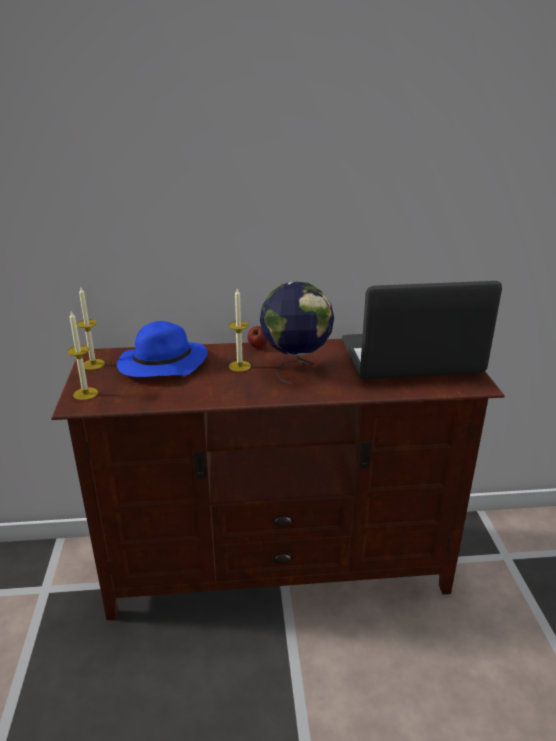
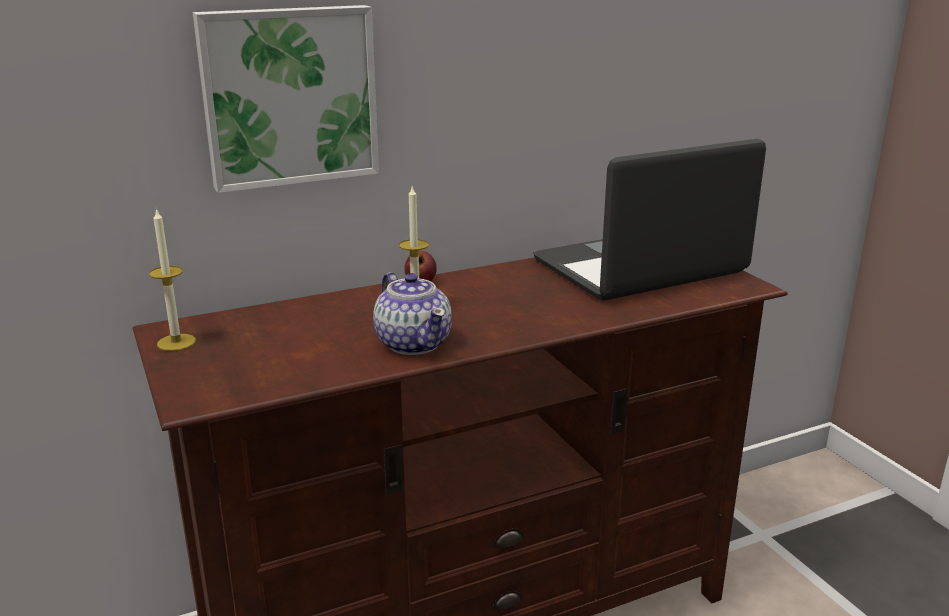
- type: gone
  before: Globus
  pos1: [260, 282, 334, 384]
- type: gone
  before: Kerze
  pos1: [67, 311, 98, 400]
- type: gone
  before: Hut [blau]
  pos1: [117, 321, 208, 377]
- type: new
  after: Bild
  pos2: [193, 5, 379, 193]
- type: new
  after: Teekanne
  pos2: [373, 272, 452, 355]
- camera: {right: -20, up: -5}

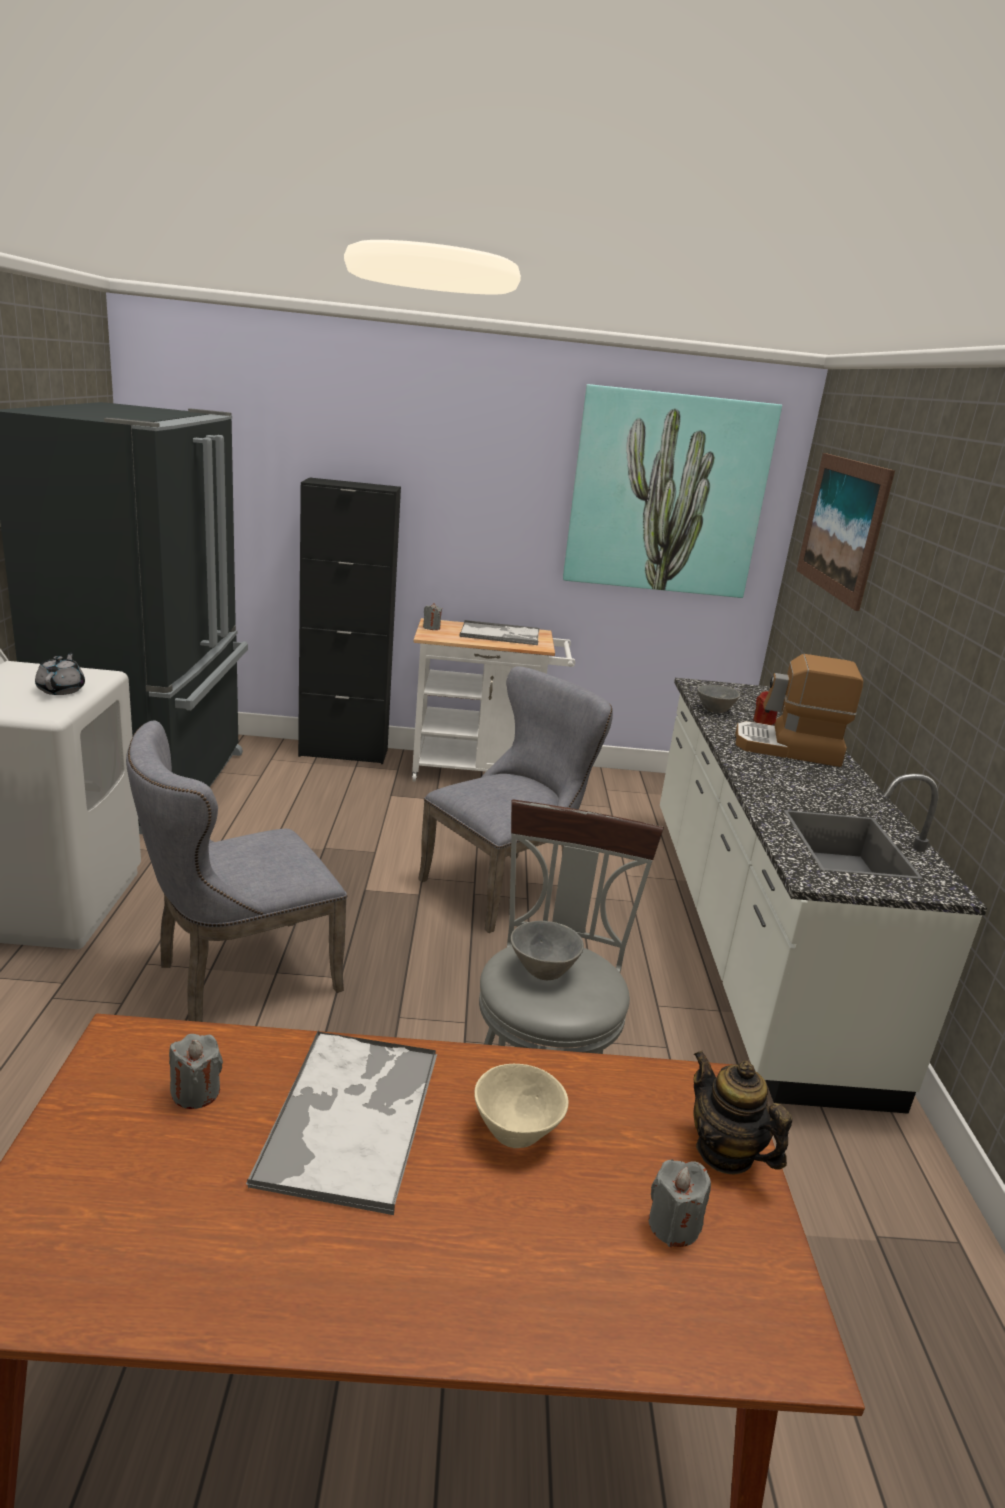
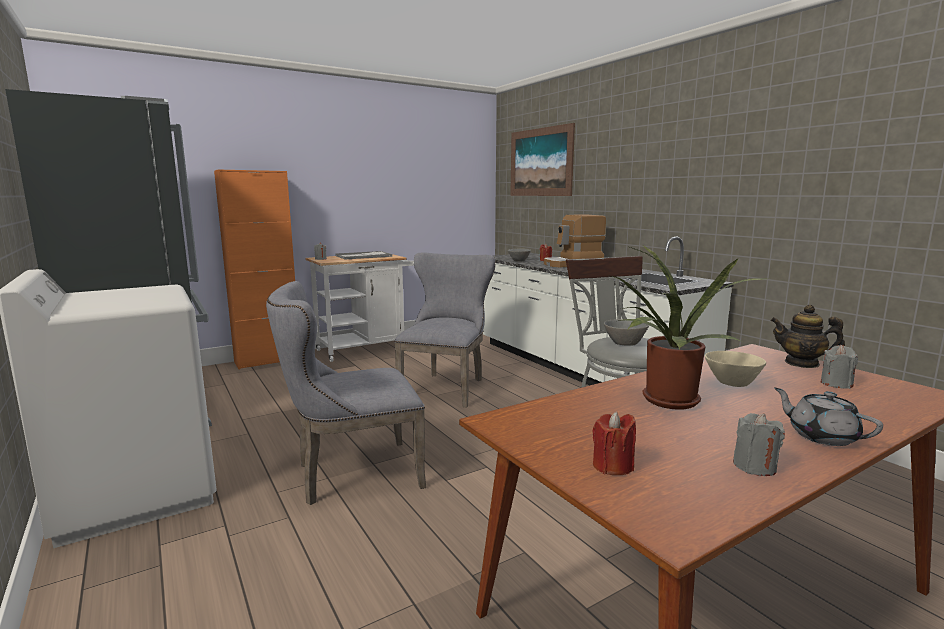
- type: gone
  before: Bild
  pos1: [563, 384, 782, 598]
- type: repainted
  before: Schrank [schwarz]
  after: Schrank [orange]
  pos1: [298, 477, 401, 764]
  pos2: [214, 169, 295, 370]
- type: shifted
  before: Teekanne [grau]
  pos1: [35, 653, 85, 695]
  pos2: [774, 387, 883, 446]
- type: rotated
  before: Stuhl [grau]
  pos1: [126, 721, 347, 1022]
  pos2: [266, 281, 426, 505]
  turn: 45
- type: swapped
  before: Tablett
  after: Topfpflanze
  pos1: [246, 1030, 437, 1215]
  pos2: [608, 244, 763, 410]
- type: shifted
  before: Kerze [grau]
  pos1: [169, 1034, 223, 1109]
  pos2: [733, 413, 785, 476]
- type: new
  after: Kerze [rot]
  pos2: [592, 411, 636, 475]
- camera: {right: -30, up: -10}

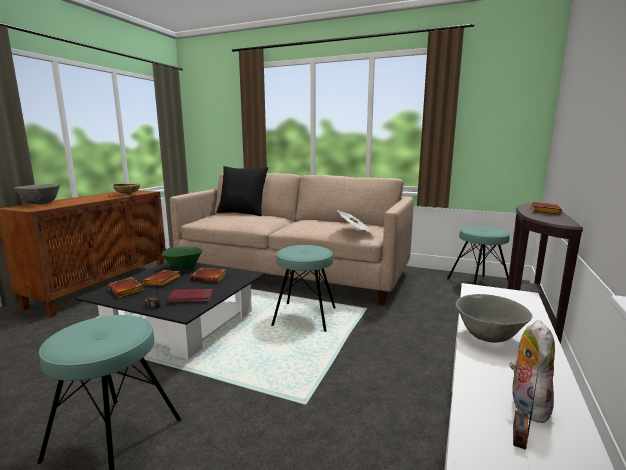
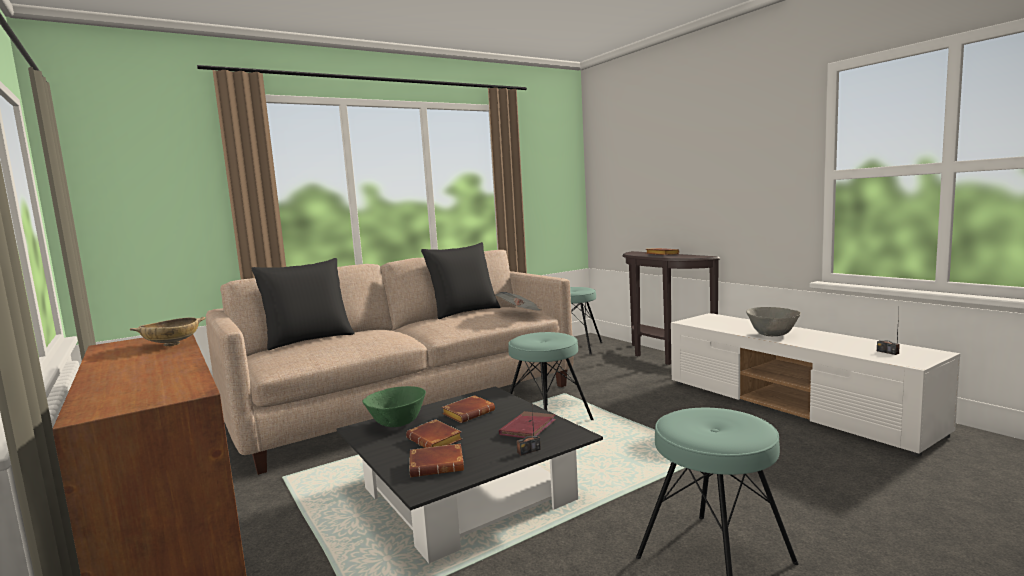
- type: gone
  before: Schüssel [grau]
  pos1: [14, 184, 60, 204]
- type: gone
  before: Plüschtier
  pos1: [509, 320, 555, 423]
- type: new
  after: Kissen [schwarz]
  pos2: [421, 242, 500, 319]
- camera: {right: -55, up: -5}

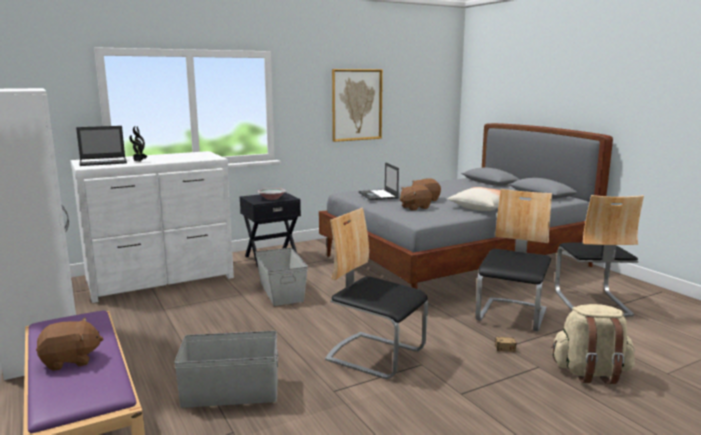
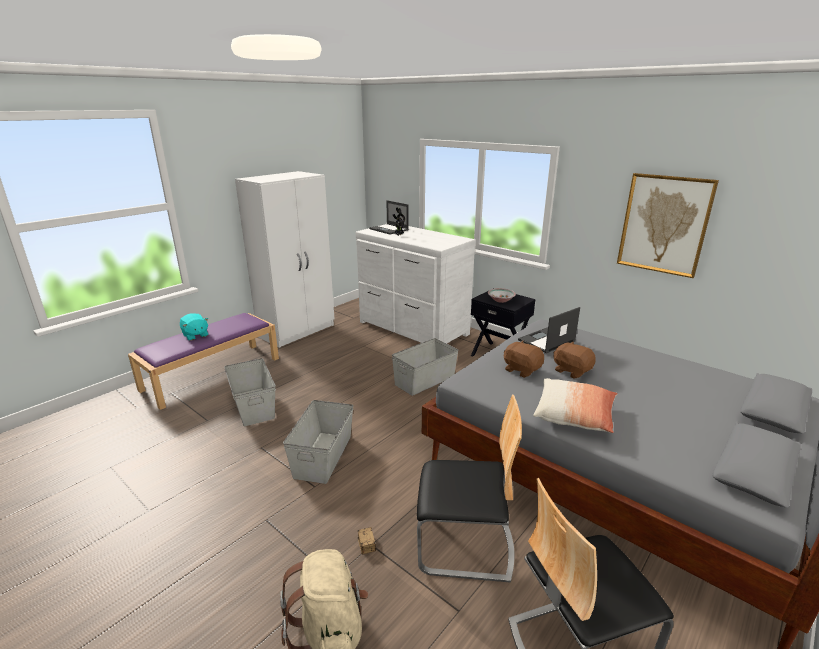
- type: swapped
  before: Stuhl
  after: Aufbewahrungsbox [grau]
  pos1: [325, 208, 428, 379]
  pos2: [283, 400, 354, 484]
- type: repainted
  before: Plüschtier [braun]
  after: Plüschtier [türkis]
  pos1: [36, 318, 104, 371]
  pos2: [180, 313, 208, 341]
- camera: {right: 70, up: 10}

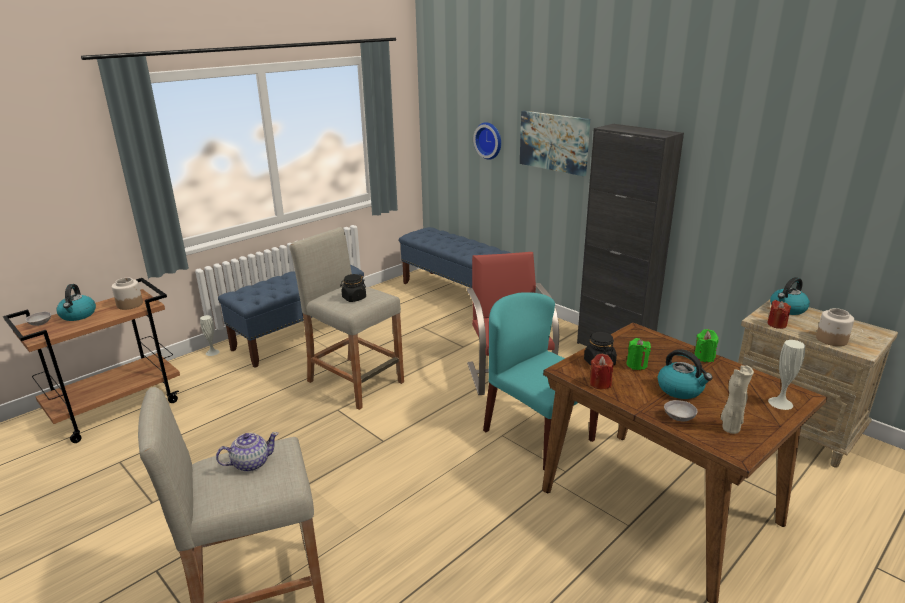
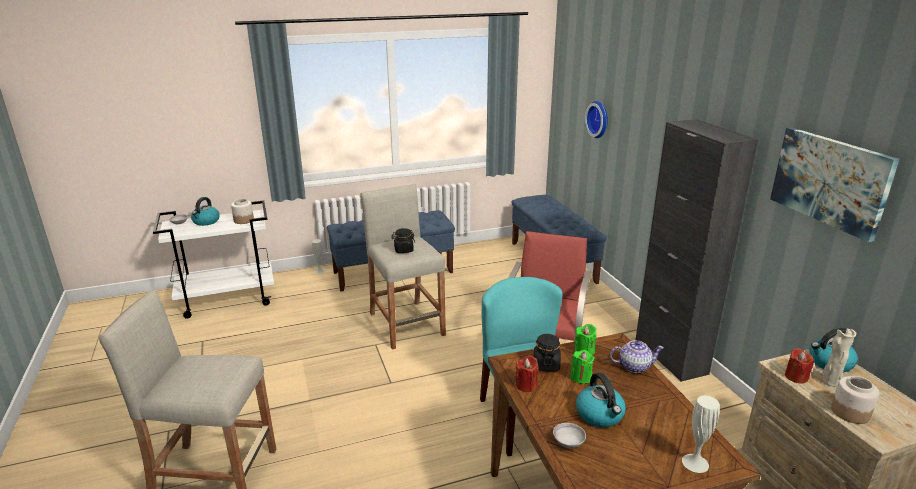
- type: shifted
  before: Bild
  pos1: [520, 111, 590, 176]
  pos2: [770, 127, 900, 242]
- type: repainted
  before: Rollwagen [braun]
  after: Rollwagen [weiß]
  pos1: [3, 278, 180, 443]
  pos2: [153, 200, 274, 319]
- type: shifted
  before: Kerze [grün]
  pos1: [694, 329, 719, 362]
  pos2: [575, 324, 597, 356]
- type: shifted
  before: Vase [beige]
  pos1: [721, 365, 754, 434]
  pos2: [823, 329, 856, 387]
- type: shifted
  before: Teekanne
  pos1: [216, 432, 279, 472]
  pos2: [610, 340, 664, 373]
- camera: {right: 25, up: 0}

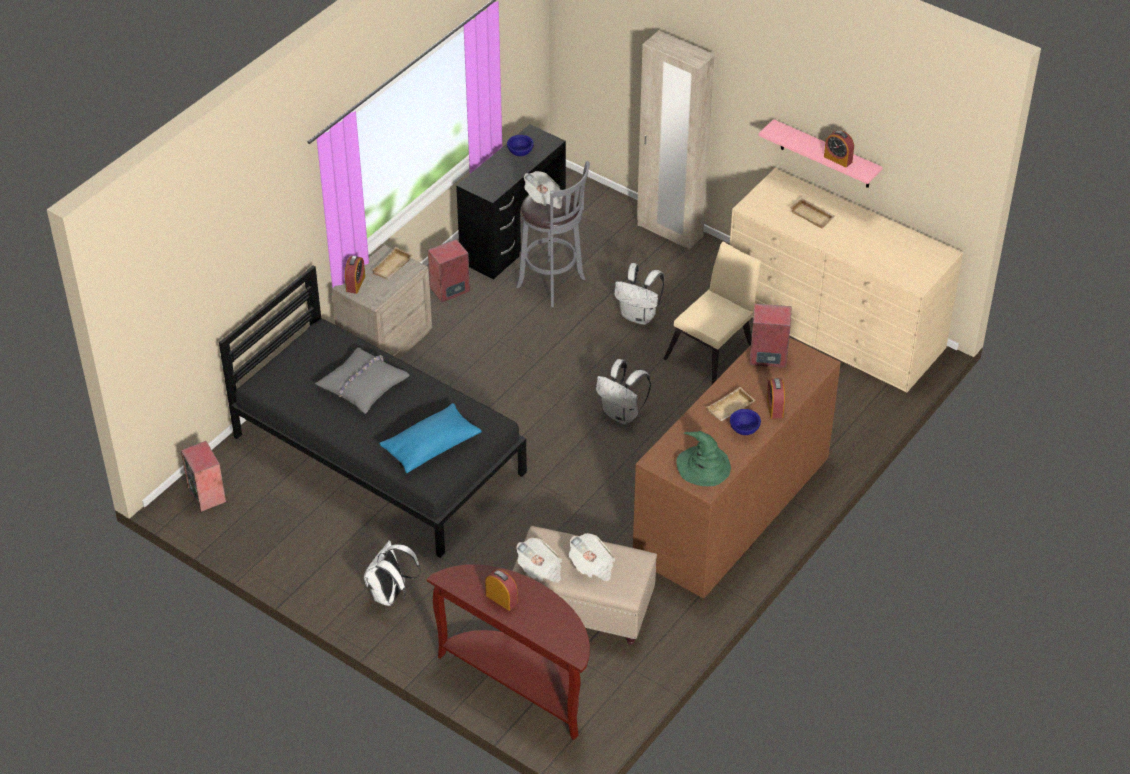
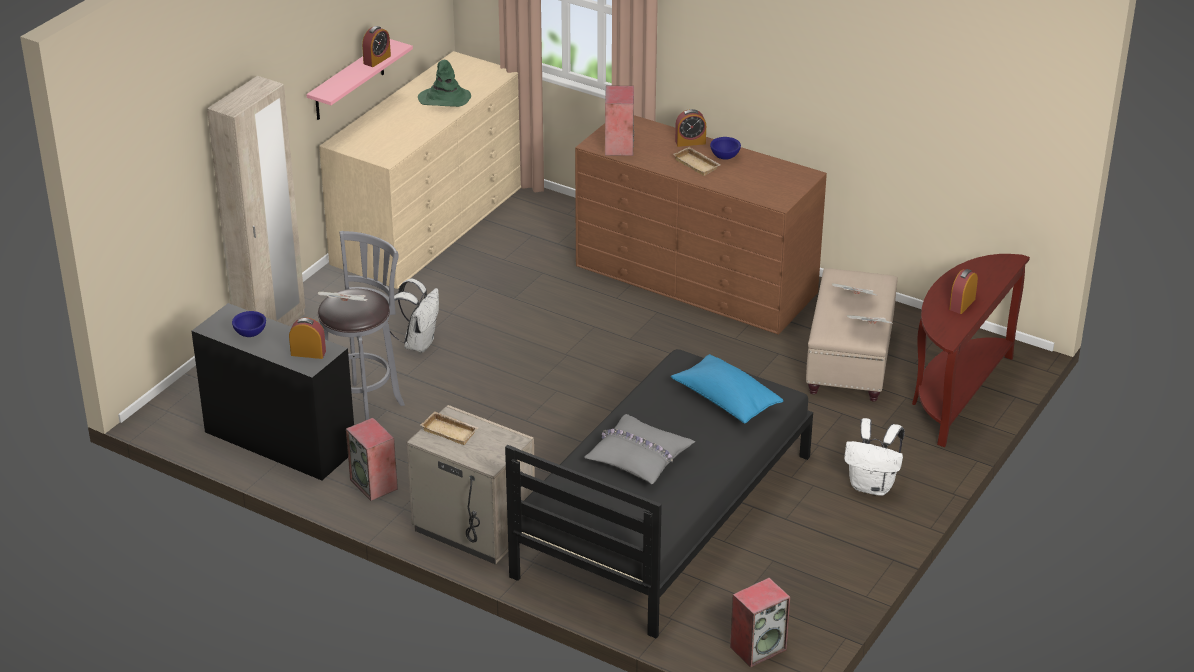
- type: gone
  before: Tablett [beige]
  pos1: [790, 198, 835, 229]
- type: gone
  before: Stuhl [beige]
  pos1: [664, 242, 761, 384]
- type: shifted
  before: Wecker
  pos1: [345, 256, 365, 294]
  pos2: [289, 318, 326, 359]
- type: gone
  before: Rucksack [weiß]
  pos1: [596, 359, 651, 424]
- type: shifted
  before: Hut [grün]
  pos1: [676, 431, 731, 486]
  pos2: [418, 60, 471, 107]
- camera: {right: -95, up: -10}

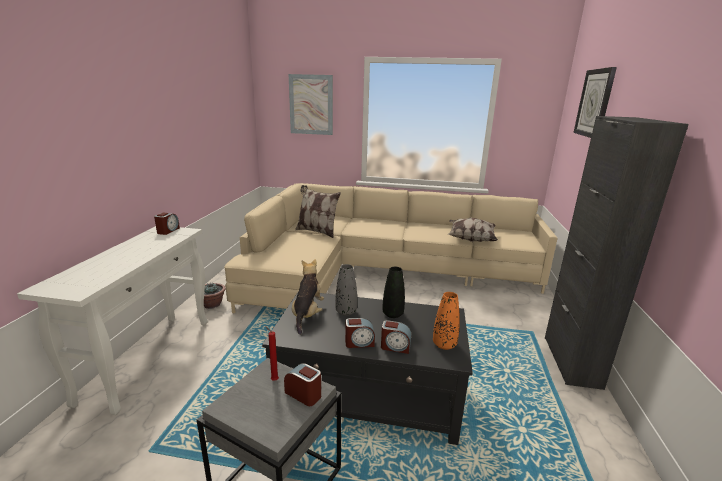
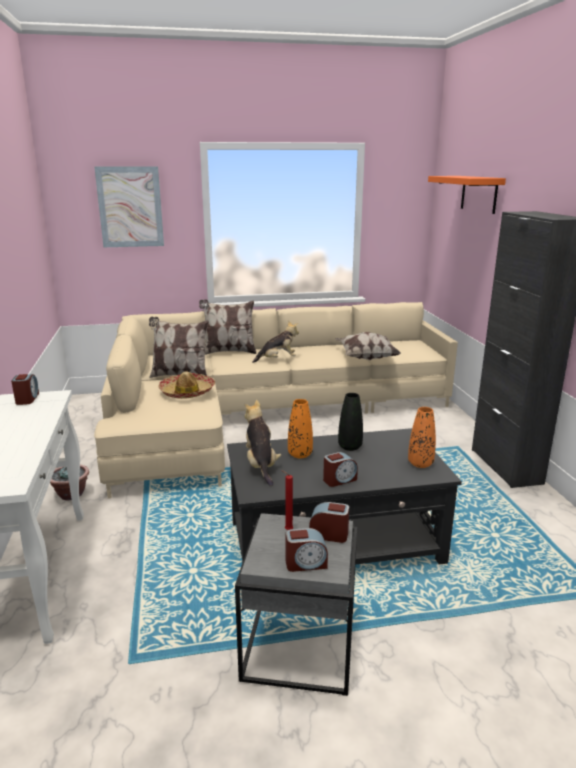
- type: swapped
  before: Wanduhr
  after: Wandregal [orange]
  pos1: [573, 67, 617, 138]
  pos2: [428, 176, 506, 214]
- type: repainted
  before: Vase [grau]
  after: Vase [orange]
  pos1: [335, 264, 357, 316]
  pos2: [288, 399, 313, 458]
- type: shifted
  before: Wecker
  pos1: [381, 320, 411, 354]
  pos2: [286, 528, 328, 572]
- type: new
  after: Kissen
  pos2: [199, 300, 257, 355]
- type: new
  after: Plüschtier
  pos2: [252, 321, 299, 363]
- type: new
  after: Hut
  pos2: [159, 372, 215, 399]
- camera: {right: -20, up: 0}

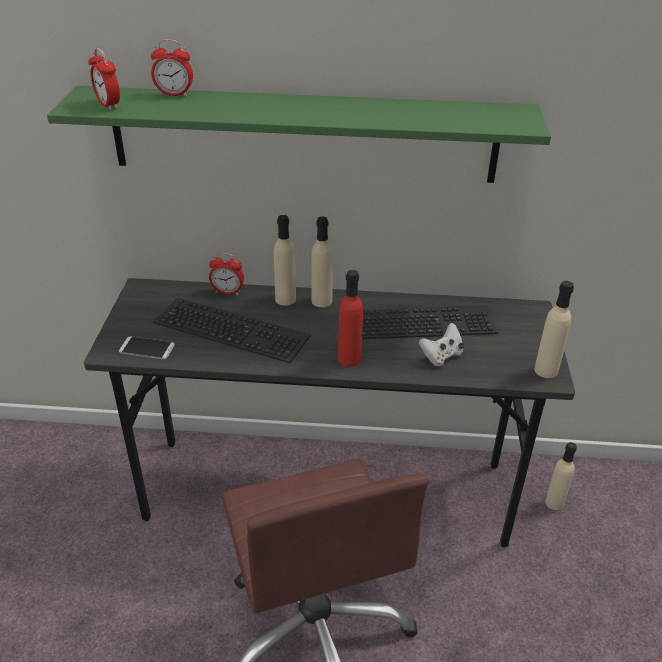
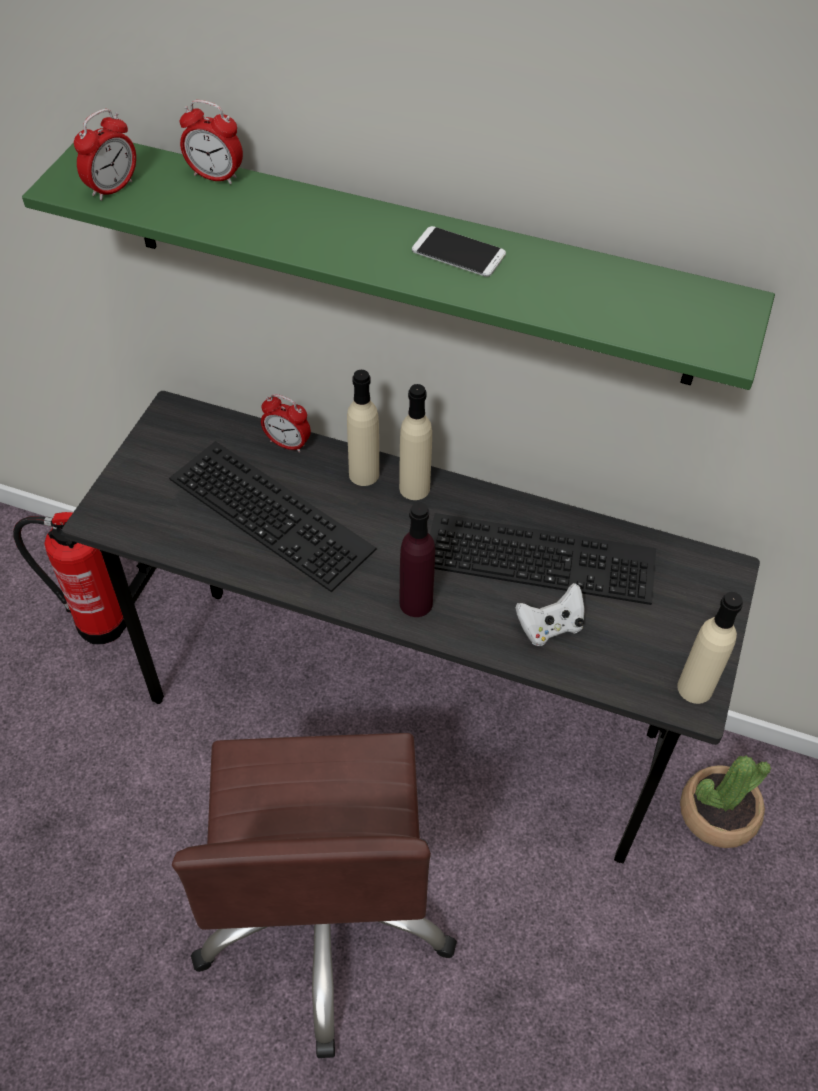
- type: rotated
  before: Wecker
  pos1: [88, 48, 120, 110]
  pos2: [74, 109, 136, 201]
  turn: -120
- type: repainted
  before: Flasche [rot]
  after: Flasche [lila]
  pos1: [338, 270, 363, 367]
  pos2: [400, 503, 435, 617]
- type: shifted
  before: Handy
  pos1: [119, 336, 175, 359]
  pos2: [412, 226, 506, 277]
- type: swapped
  before: Flasche [beige]
  after: Topfpflanze
  pos1: [545, 442, 577, 510]
  pos2: [680, 755, 771, 848]
- type: new
  after: Feuerlöscher
  pos2: [13, 512, 126, 644]
- camera: {right: 15, up: 15}

